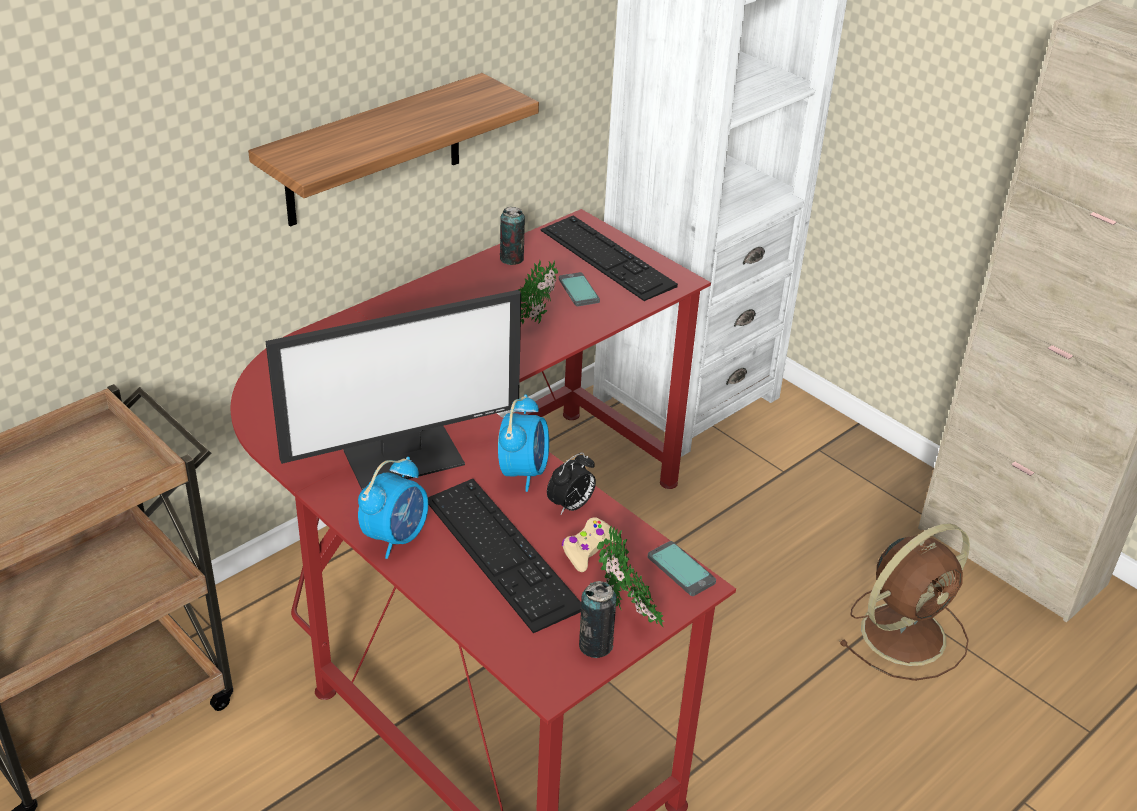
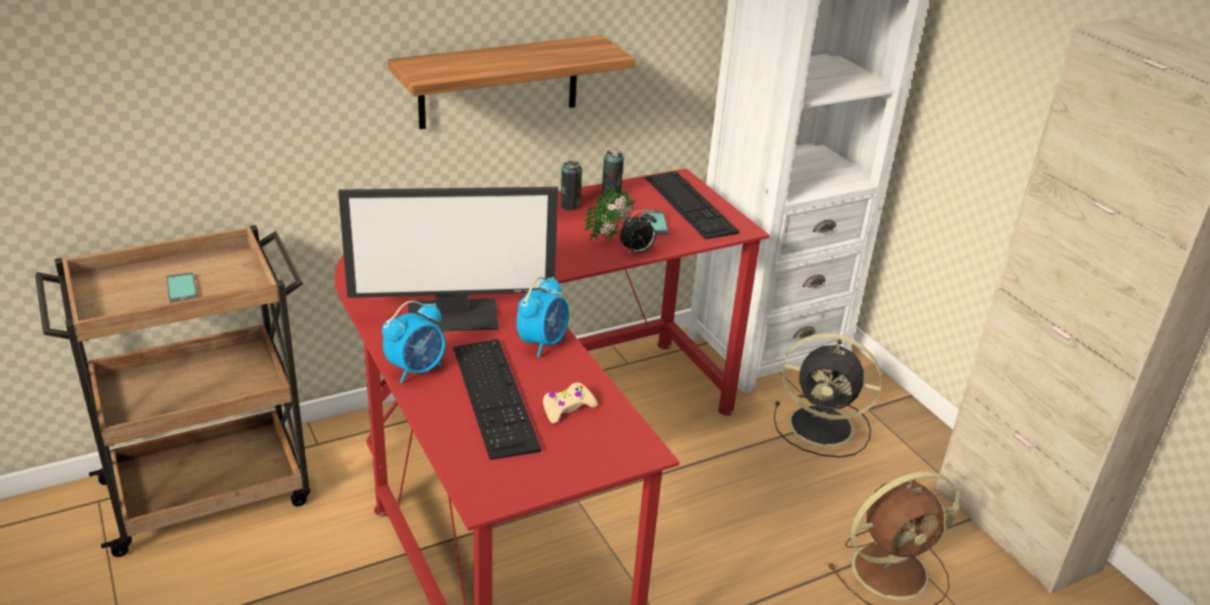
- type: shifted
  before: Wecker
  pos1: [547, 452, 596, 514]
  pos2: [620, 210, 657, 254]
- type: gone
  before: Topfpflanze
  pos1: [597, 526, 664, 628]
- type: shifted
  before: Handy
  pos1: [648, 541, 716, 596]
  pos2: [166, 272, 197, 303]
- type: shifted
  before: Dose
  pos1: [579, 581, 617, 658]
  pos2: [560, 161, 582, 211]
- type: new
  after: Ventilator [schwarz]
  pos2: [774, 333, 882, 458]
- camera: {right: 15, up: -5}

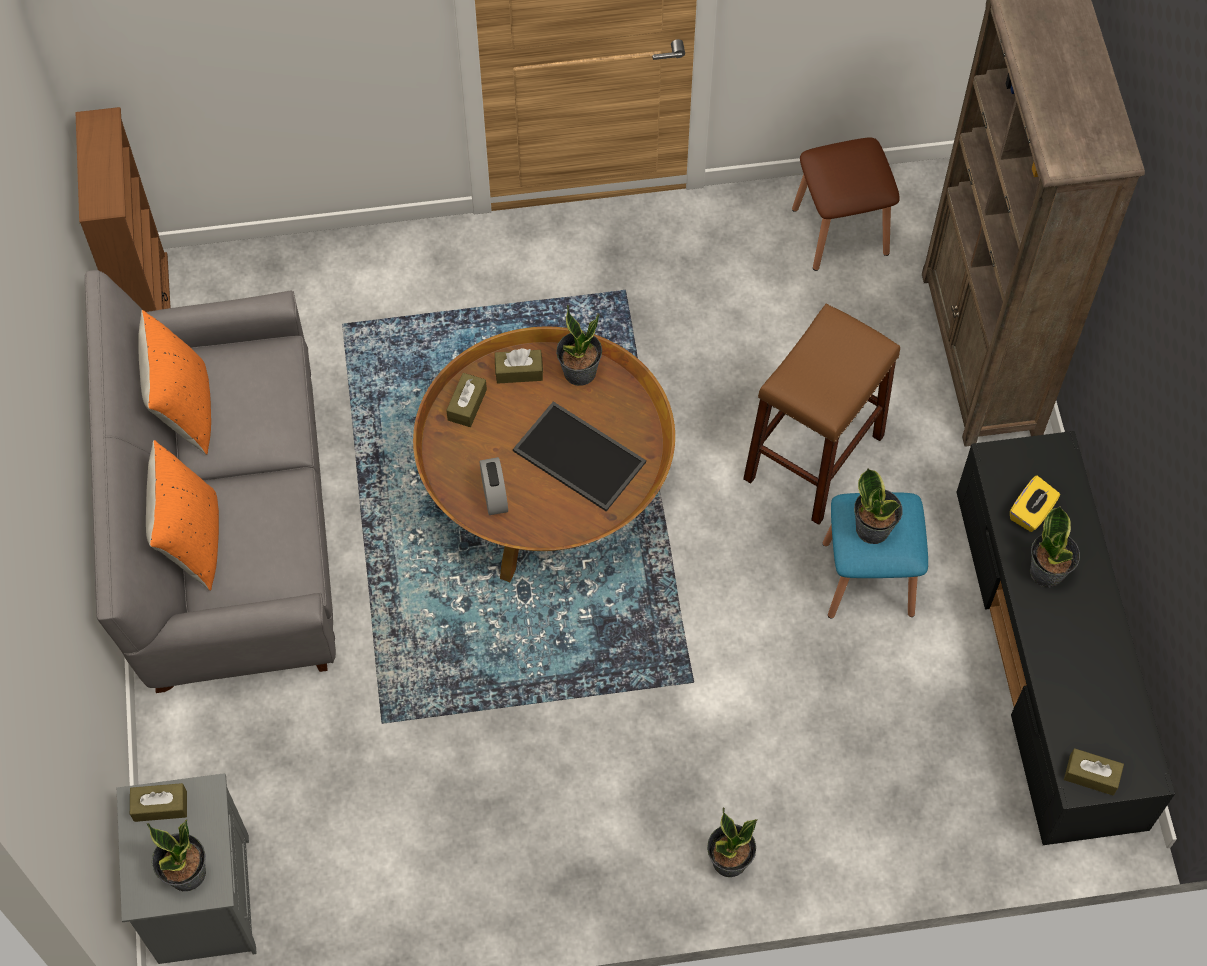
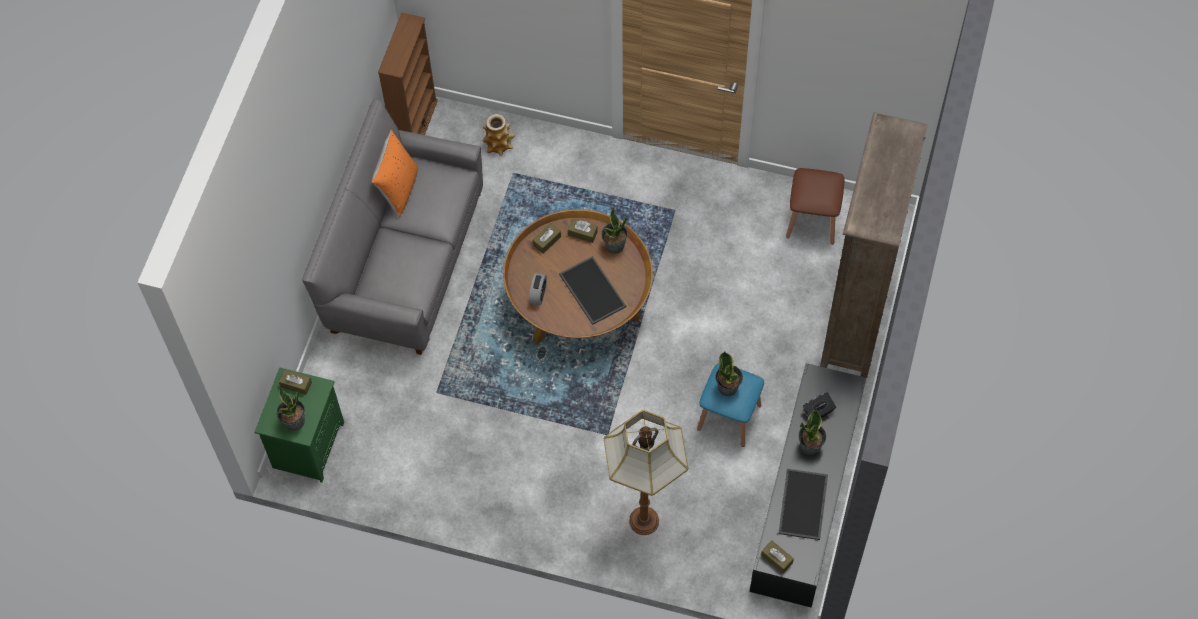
- type: gone
  before: Hocker [braun]
  pos1: [743, 304, 900, 525]
- type: gone
  before: Kissen [orange]
  pos1: [146, 440, 219, 591]
- type: repainted
  before: Taschentuchbox [gelb]
  after: Taschentuchbox [schwarz]
  pos1: [1010, 475, 1060, 532]
  pos2: [803, 392, 836, 418]
- type: repainted
  before: Nachttisch [grau]
  after: Nachttisch [grün]
  pos1: [117, 773, 257, 964]
  pos2: [255, 367, 344, 483]
- type: gone
  before: Topfpflanze
  pos1: [707, 808, 757, 877]
- type: new
  after: Vase
  pos2: [483, 114, 515, 156]
- type: new
  after: Stehlampe
  pos2: [604, 410, 688, 535]
- type: new
  after: Tablett
  pos2: [778, 469, 828, 540]
- camera: {right: 25, up: 0}

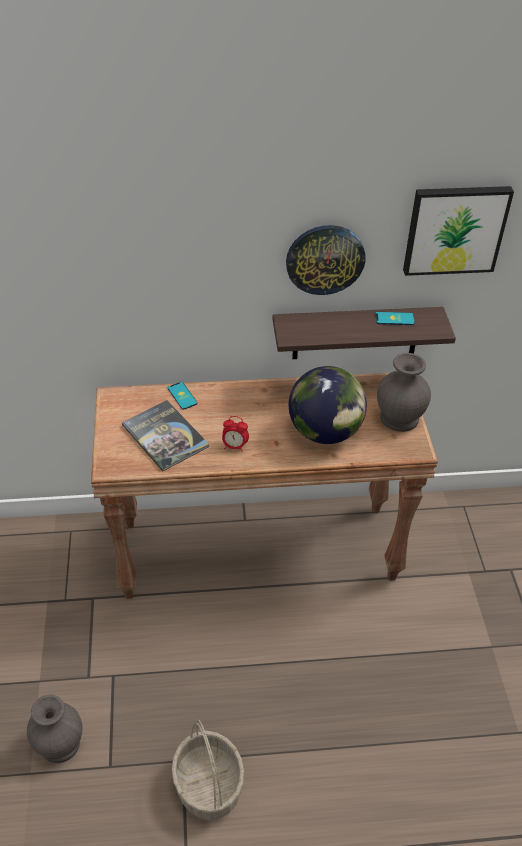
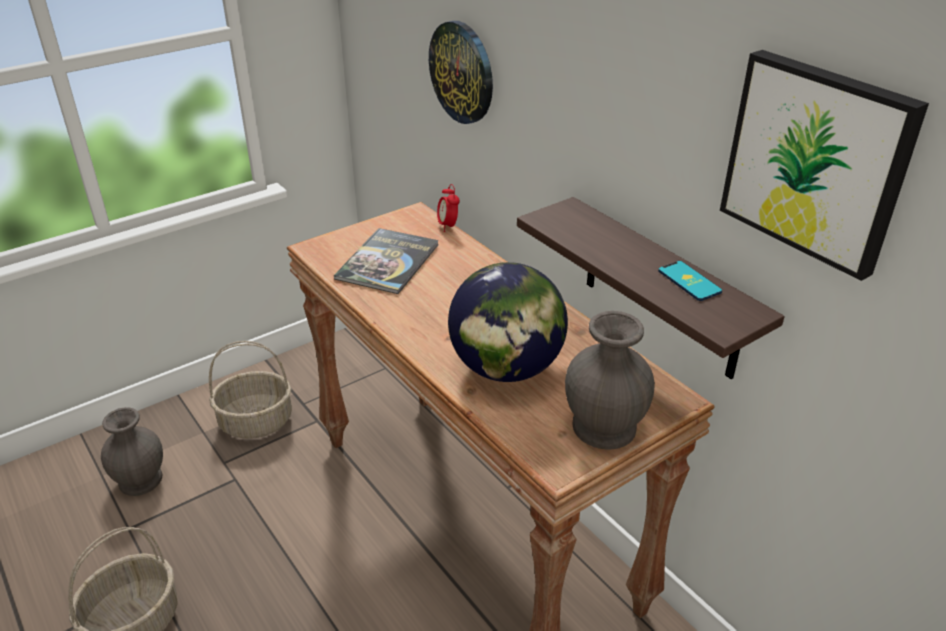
- type: shifted
  before: Wanduhr
  pos1: [286, 225, 365, 295]
  pos2: [429, 21, 493, 124]
- type: gone
  before: Handy
  pos1: [168, 382, 198, 410]
- type: shifted
  before: Wecker
  pos1: [222, 416, 249, 452]
  pos2: [437, 184, 460, 232]
- type: new
  after: Korb
  pos2: [209, 341, 292, 439]
- camera: {right: 60, up: -10}

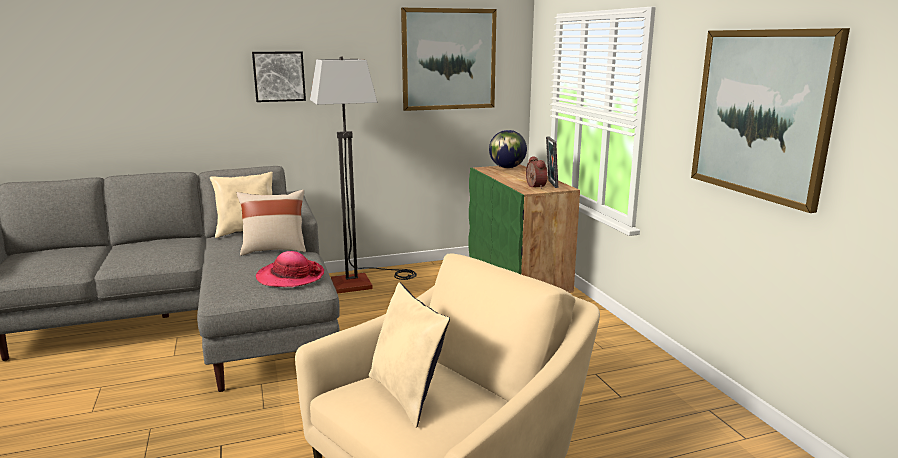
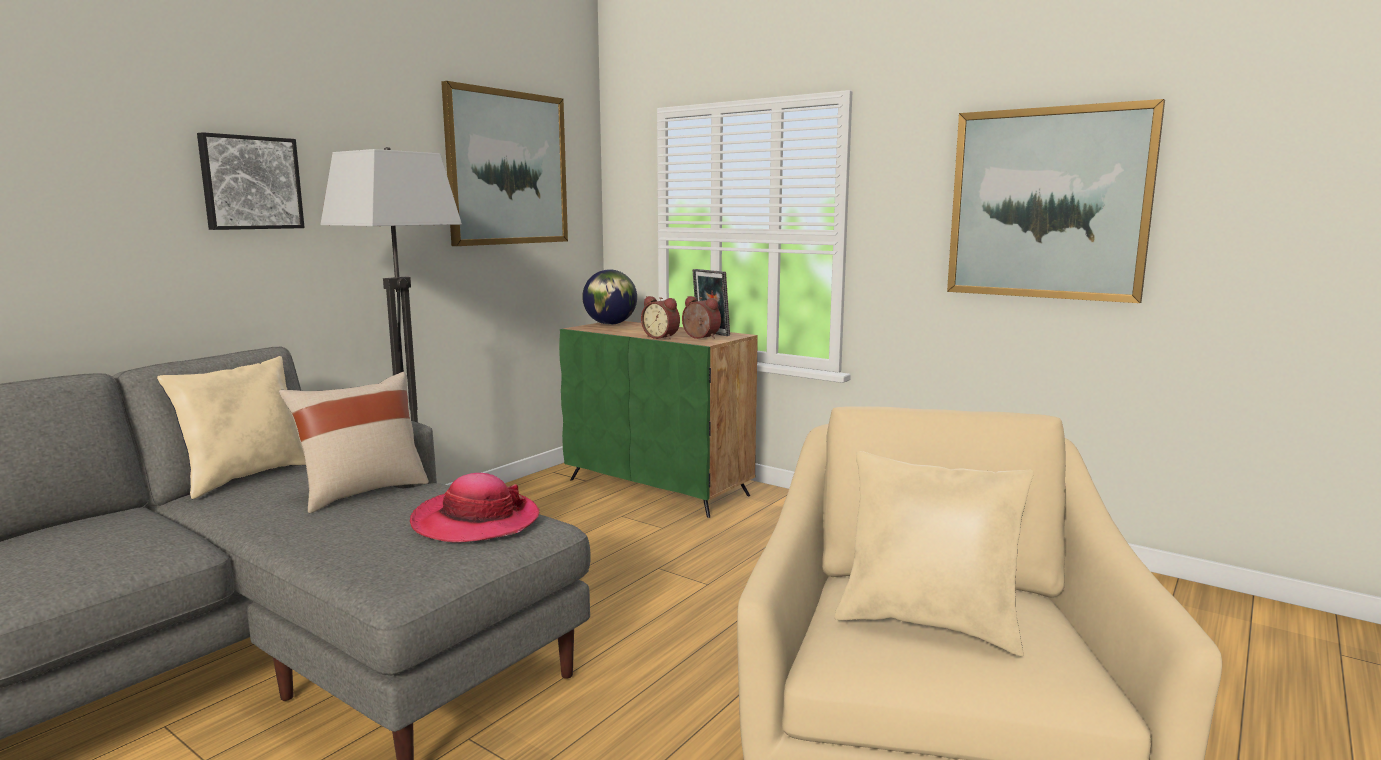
- type: new
  after: Wecker
  pos2: [641, 296, 680, 339]
- camera: {right: -35, up: -5}

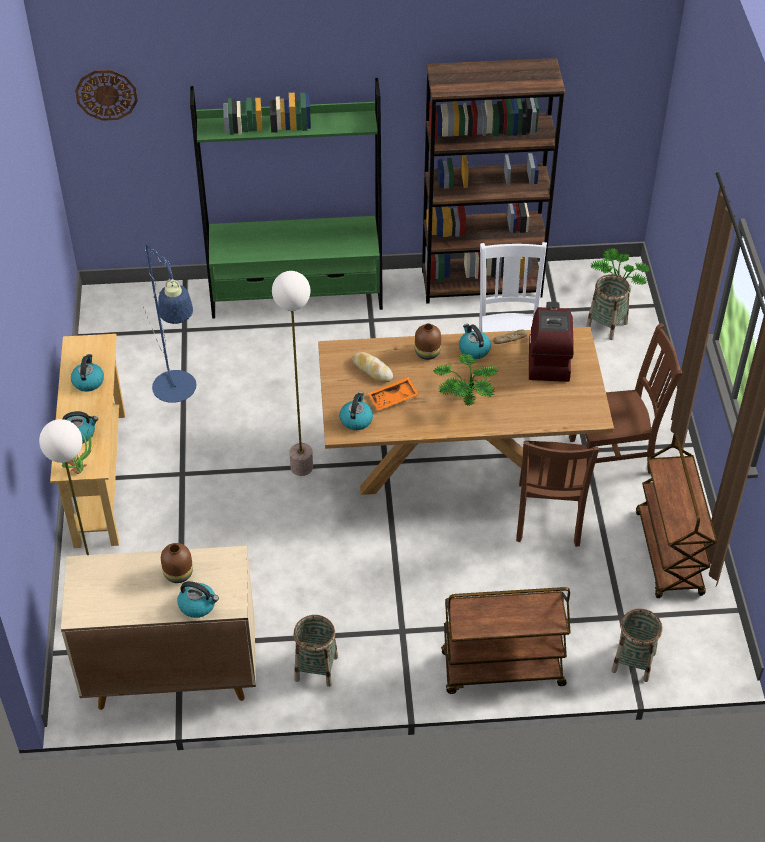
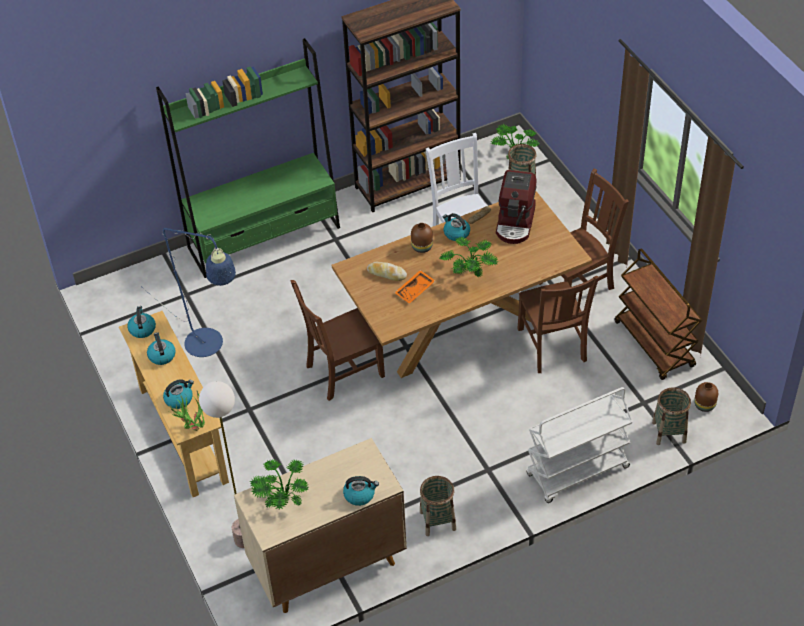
- type: gone
  before: Wanduhr
  pos1: [75, 70, 138, 121]
- type: swapped
  before: Stehlampe
  after: Stuhl [braun]
  pos1: [272, 271, 313, 476]
  pos2: [291, 280, 385, 401]
- type: rotated
  before: Kaffeemaschine
  pos1: [529, 302, 574, 382]
  pos2: [496, 170, 537, 244]
  turn: -150
- type: shifted
  before: Wasserkessel
  pos1: [339, 392, 373, 430]
  pos2: [127, 306, 156, 338]
- type: shifted
  before: Vase [braun]
  pos1: [161, 543, 193, 583]
  pos2: [694, 382, 718, 412]
- type: repainted
  before: Rollwagen [braun]
  after: Rollwagen [weiß]
  pos1: [441, 587, 571, 694]
  pos2: [526, 387, 633, 503]
- type: new
  after: Topfpflanze
  pos2: [250, 459, 309, 510]
- camera: {right: -20, up: 0}

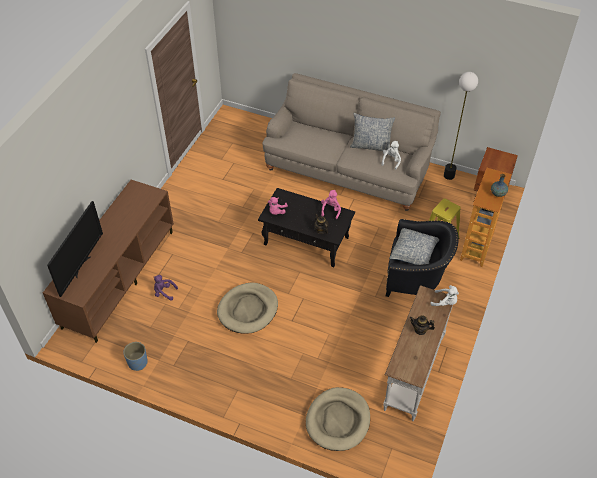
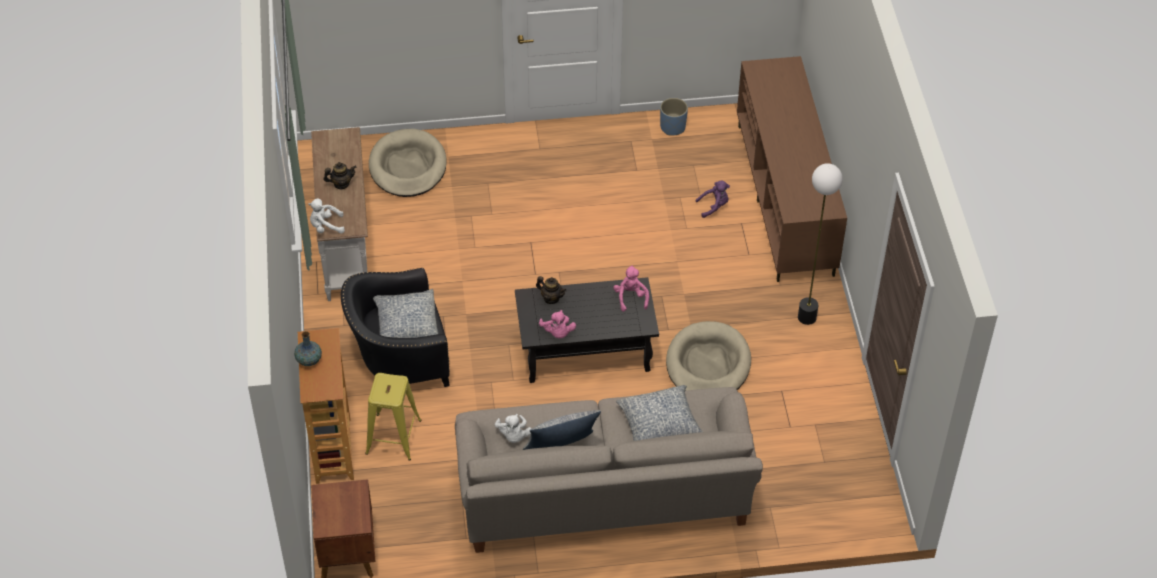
- type: shifted
  before: Stehlampe
  pos1: [444, 72, 478, 180]
  pos2: [798, 163, 843, 325]
- type: gone
  before: Fernseher
  pos1: [47, 201, 103, 297]
- type: shifted
  before: Hundebett [beige]
  pos1: [217, 283, 278, 334]
  pos2: [666, 321, 751, 391]
- type: new
  after: Kissen
  pos2: [616, 385, 703, 441]
- camera: {right: 150, up: 0}

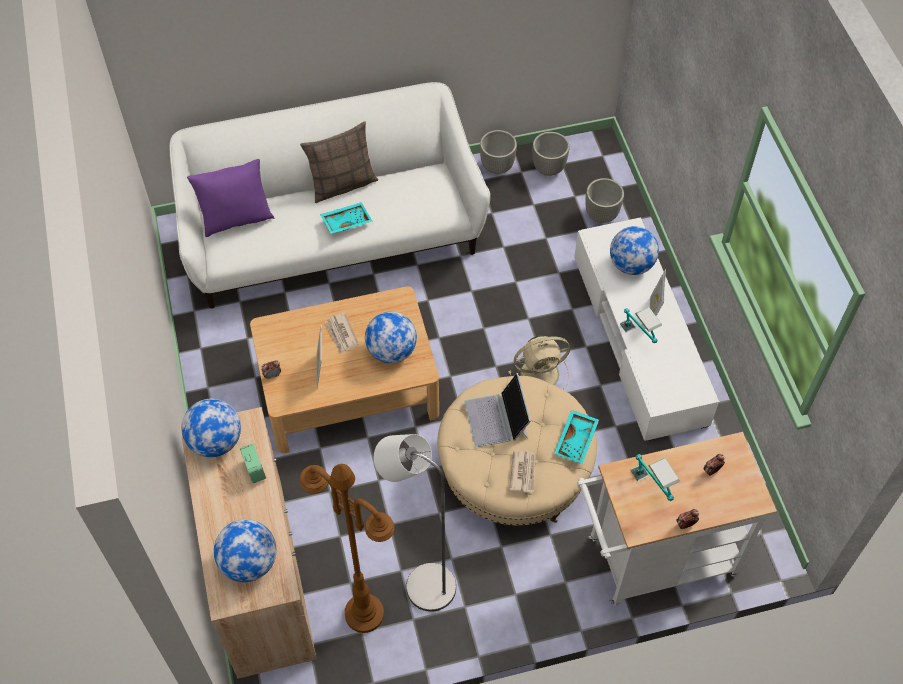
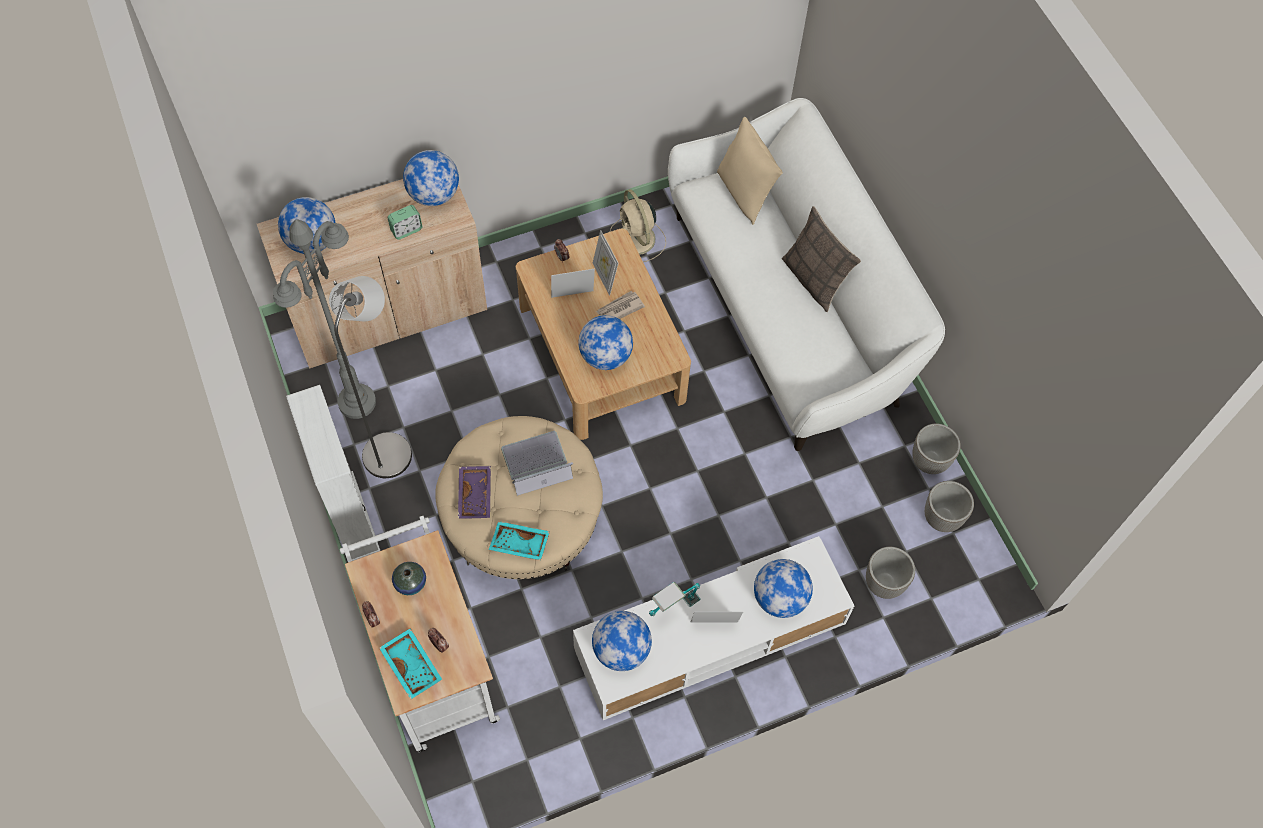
- type: repainted
  before: Kissen [lila]
  after: Kissen [beige]
  pos1: [187, 159, 275, 237]
  pos2: [717, 117, 783, 225]
- type: shifted
  before: Tablett [türkis]
  pos1: [320, 202, 373, 234]
  pos2: [379, 629, 442, 699]
- type: shifted
  before: Ventilator [beige]
  pos1: [508, 335, 570, 390]
  pos2: [610, 189, 666, 262]
- type: swapped
  before: Zeitung
  after: Tablett [lila]
  pos1: [509, 451, 535, 493]
  pos2: [458, 466, 491, 519]
- type: swapped
  before: Tischlampe
  after: Vase
  pos1: [631, 454, 679, 501]
  pos2: [392, 562, 426, 595]
- type: repainted
  before: Stehlampe [braun]
  after: Stehlampe [grau]
  pos1: [300, 464, 395, 633]
  pos2: [273, 219, 376, 419]
- type: new
  after: Bilderrahmen
  pos2: [593, 230, 618, 296]
- type: new
  after: Bücherregal [weiß]
  pos2: [286, 385, 380, 561]
- type: new
  after: Globus
  pos2: [592, 611, 652, 671]
- camera: {right: 80, up: 5}

